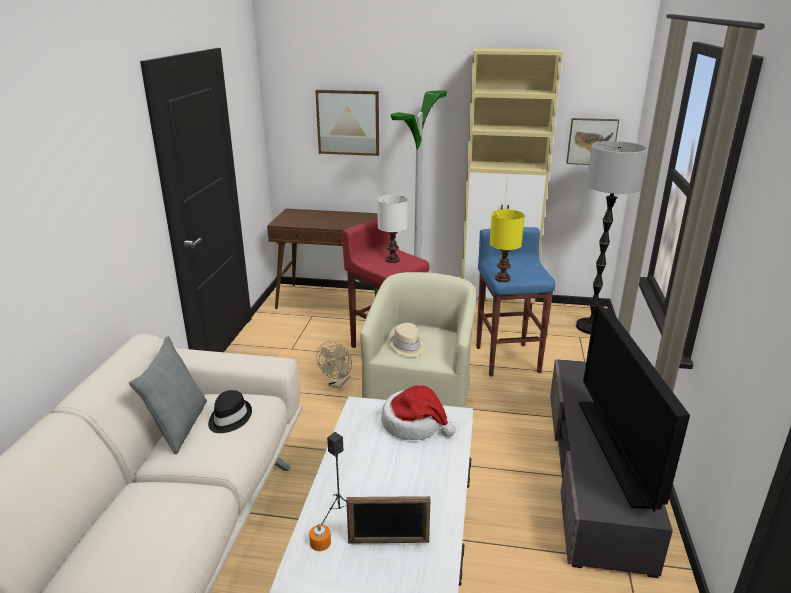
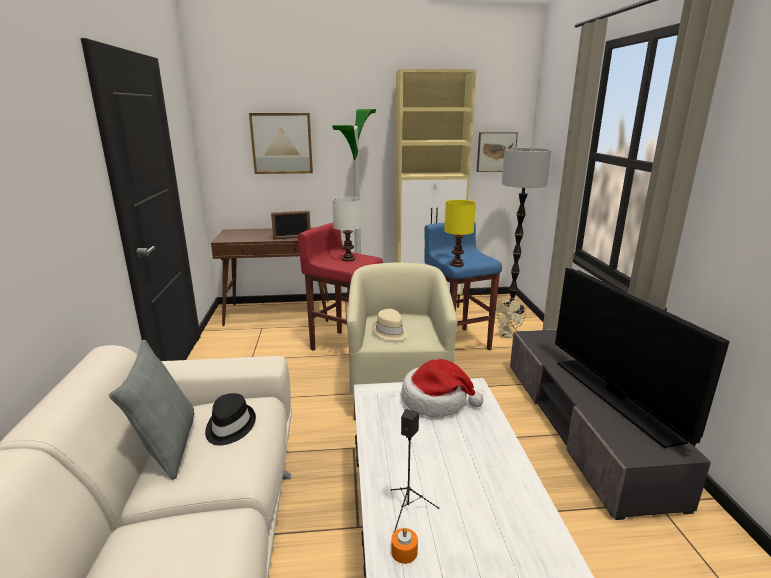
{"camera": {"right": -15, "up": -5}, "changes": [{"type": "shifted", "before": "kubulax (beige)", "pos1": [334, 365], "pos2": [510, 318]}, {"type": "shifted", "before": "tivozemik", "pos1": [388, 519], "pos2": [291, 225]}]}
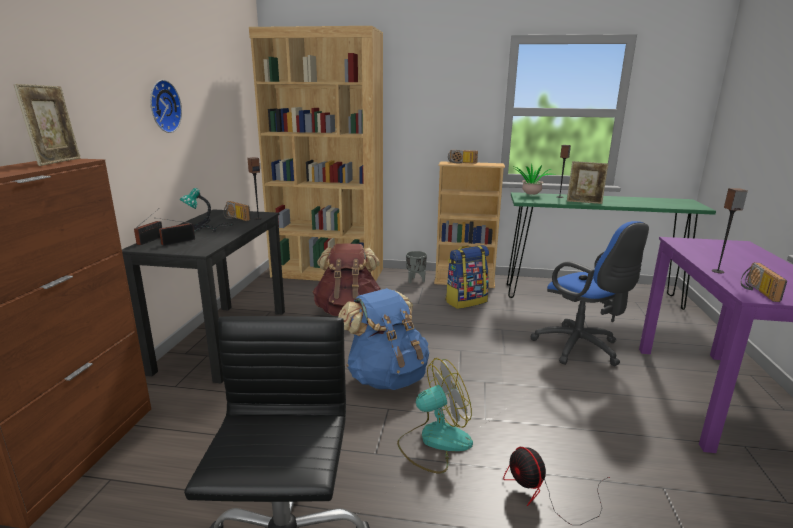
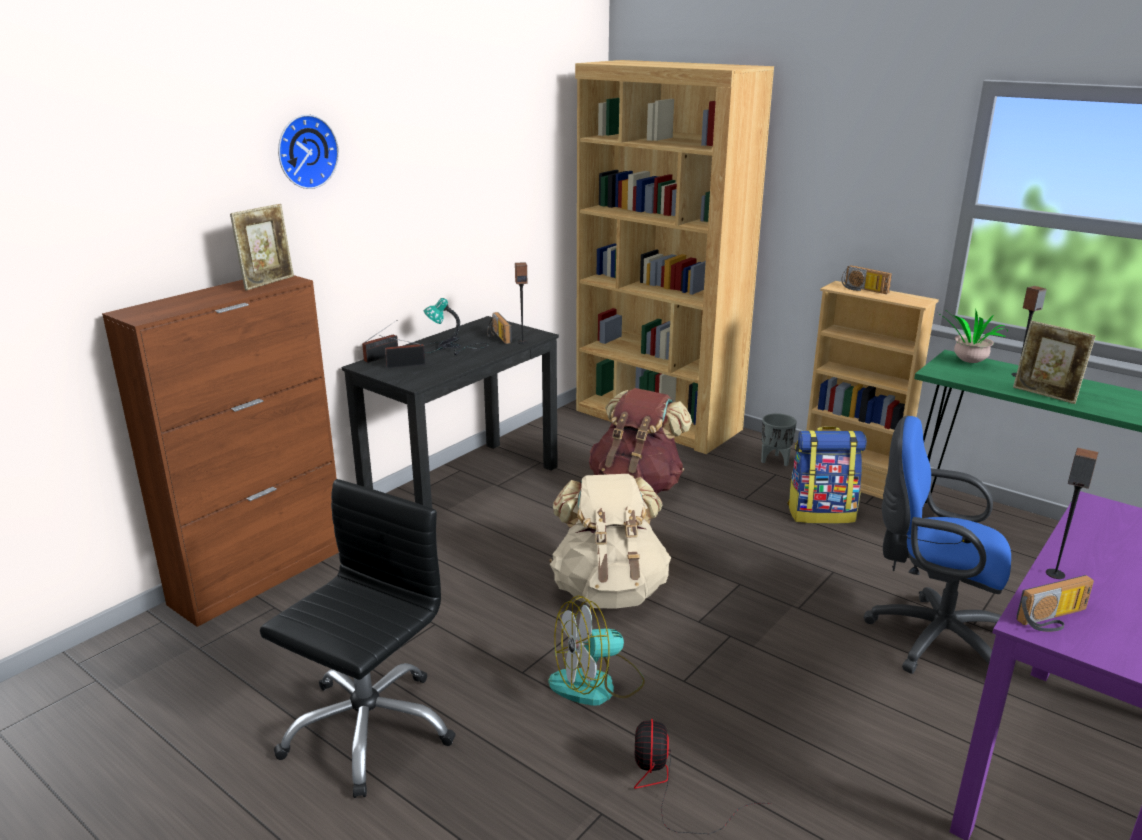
{"camera": {"right": 30, "up": 5}, "changes": [{"type": "shifted", "before": "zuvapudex", "pos1": [166, 106], "pos2": [308, 152]}, {"type": "rotated", "before": "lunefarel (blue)", "pos1": [589, 293], "pos2": [937, 544], "turn": 120}, {"type": "rotated", "before": "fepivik", "pos1": [764, 282], "pos2": [1055, 603], "turn": -150}, {"type": "repainted", "before": "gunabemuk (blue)", "after": "gunabemuk (beige)", "pos1": [383, 339], "pos2": [610, 541]}, {"type": "rotated", "before": "kubulax", "pos1": [435, 416], "pos2": [596, 650], "turn": 150}]}
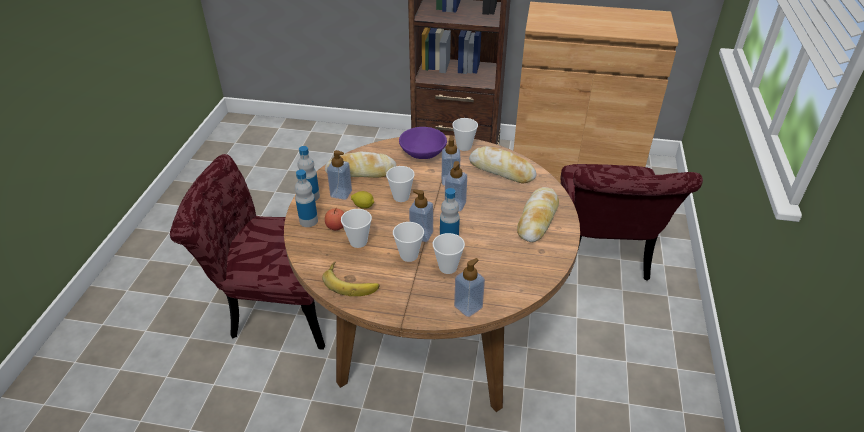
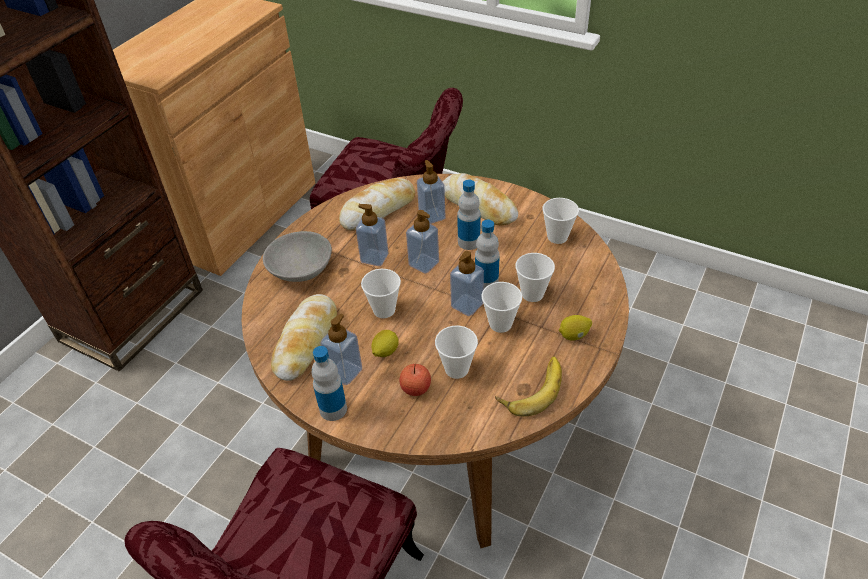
{"camera": {"right": -70, "up": 5}, "changes": [{"type": "shifted", "before": "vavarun", "pos1": [465, 134], "pos2": [560, 221]}, {"type": "repainted", "before": "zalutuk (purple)", "after": "zalutuk (grey)", "pos1": [423, 143], "pos2": [297, 256]}, {"type": "shifted", "before": "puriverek", "pos1": [306, 198], "pos2": [469, 215]}, {"type": "shifted", "before": "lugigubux", "pos1": [469, 287], "pos2": [431, 192]}, {"type": "new", "after": "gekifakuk", "pos2": [575, 328]}]}
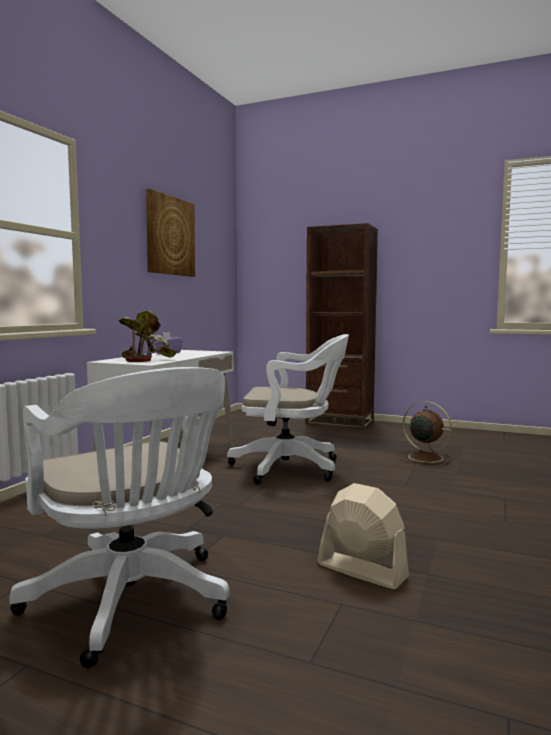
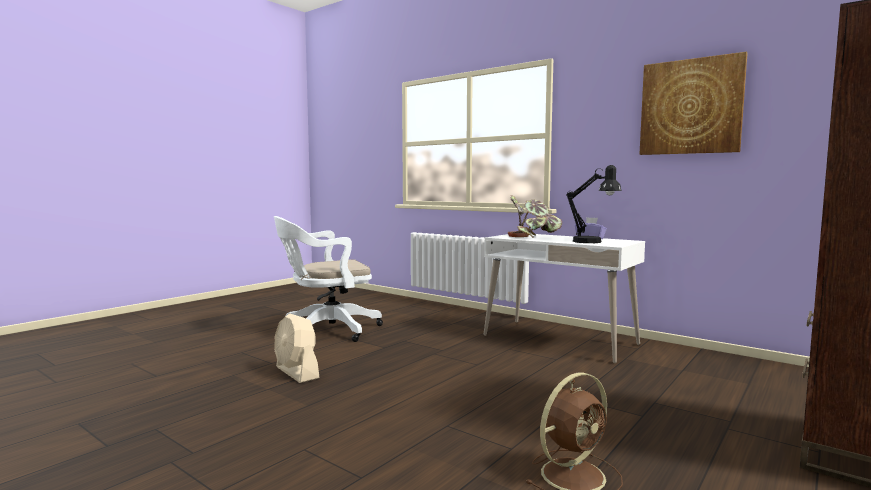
{"camera": {"right": 105, "up": 0}, "changes": [{"type": "gone", "before": "lunefarel (white)", "pos1": [288, 409]}, {"type": "rotated", "before": "kubulax (beige)", "pos1": [363, 536], "pos2": [296, 348], "turn": 90}, {"type": "new", "after": "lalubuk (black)", "pos2": [593, 204]}]}
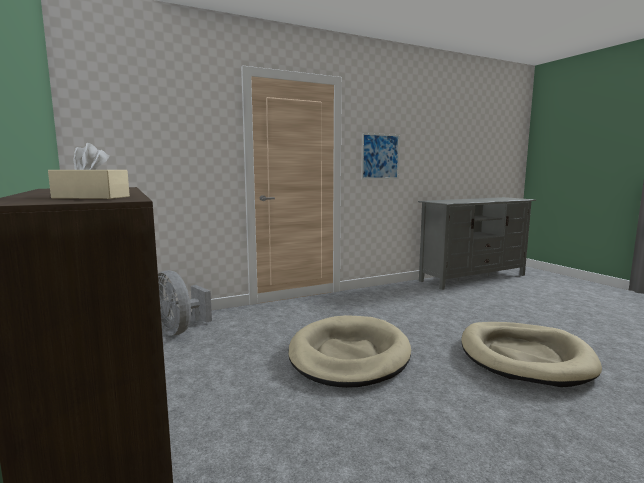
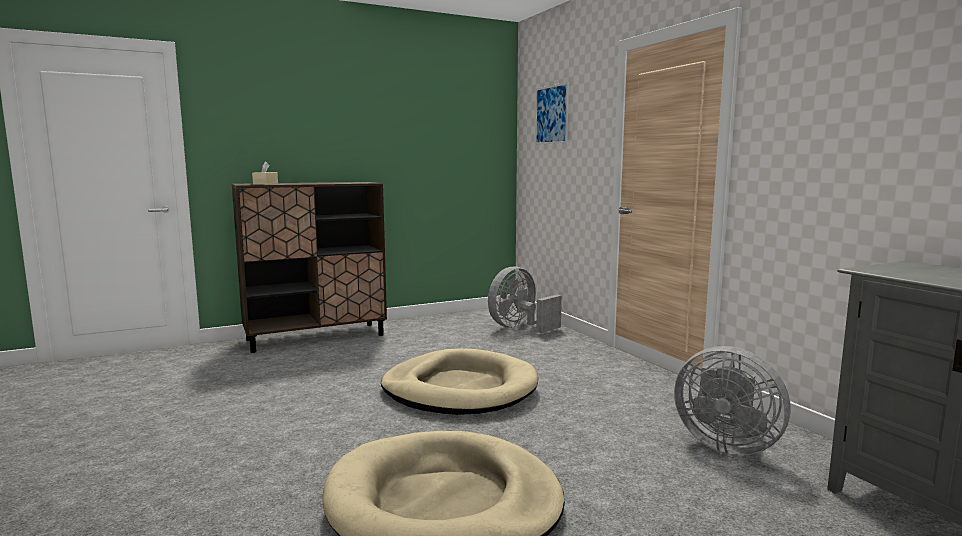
{"camera": {"right": 90, "up": 0}, "changes": [{"type": "shifted", "before": "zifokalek", "pos1": [380, 156], "pos2": [552, 113]}, {"type": "new", "after": "kubulax (grey)", "pos2": [732, 401]}]}
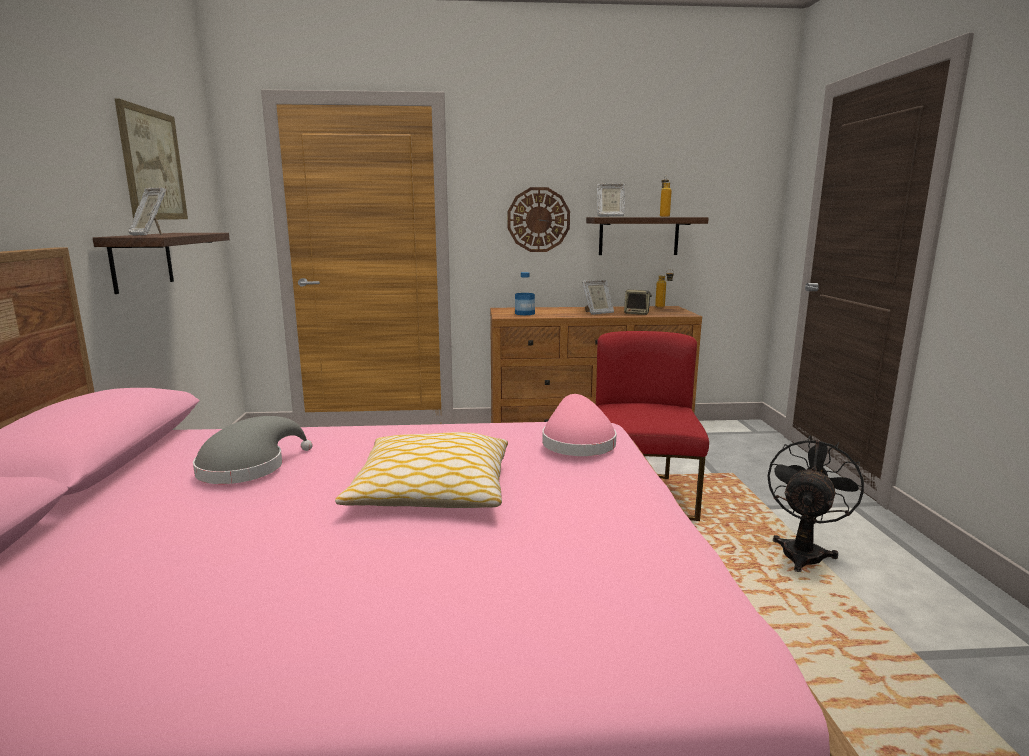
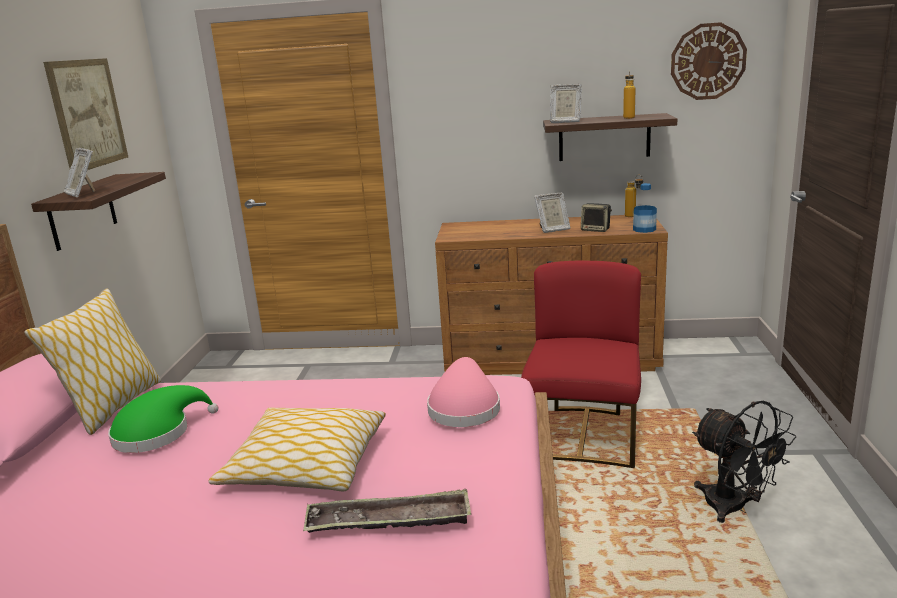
{"camera": {"right": 10, "up": 5}, "changes": [{"type": "shifted", "before": "zuvapudex", "pos1": [538, 219], "pos2": [709, 61]}, {"type": "shifted", "before": "puriverek", "pos1": [525, 293], "pos2": [645, 208]}, {"type": "repainted", "before": "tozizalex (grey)", "after": "tozizalex (green)", "pos1": [253, 450], "pos2": [163, 419]}, {"type": "rotated", "before": "kubulax (black)", "pos1": [816, 504], "pos2": [744, 461], "turn": 105}, {"type": "new", "after": "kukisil", "pos2": [92, 362]}, {"type": "new", "after": "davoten", "pos2": [387, 511]}]}
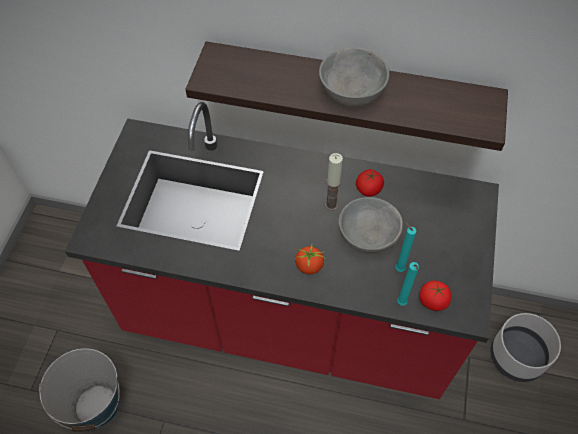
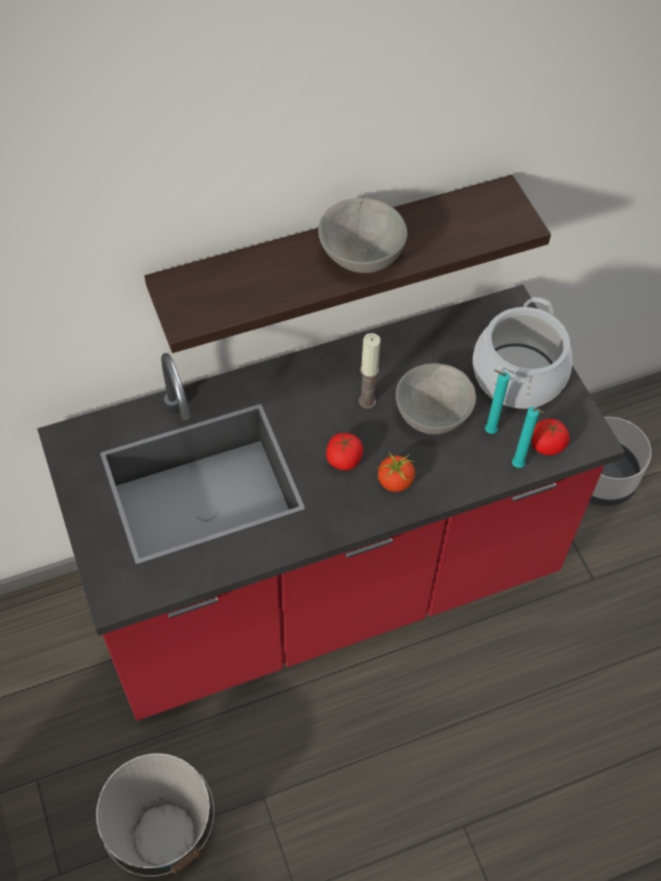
{"camera": {"right": -35, "up": 0}, "changes": [{"type": "shifted", "before": "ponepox", "pos1": [370, 183], "pos2": [344, 451]}, {"type": "new", "after": "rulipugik", "pos2": [522, 353]}]}
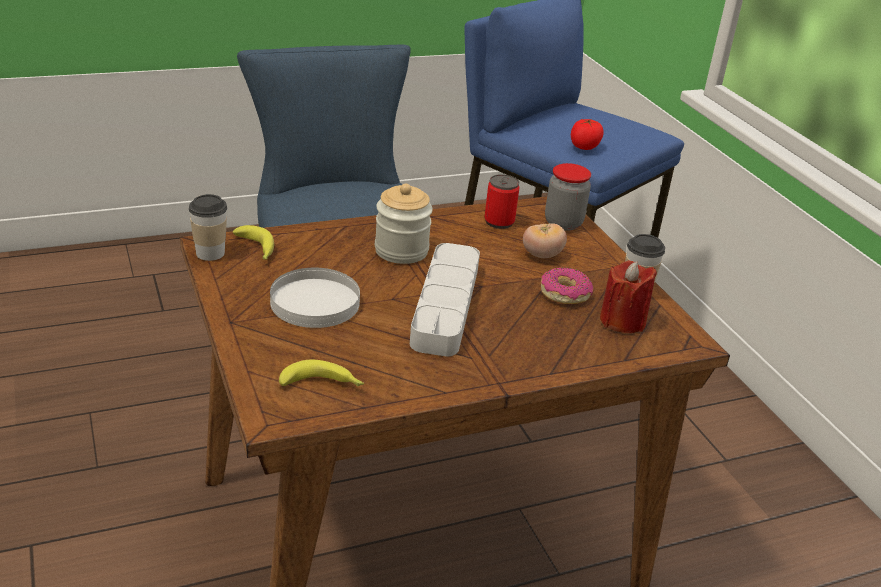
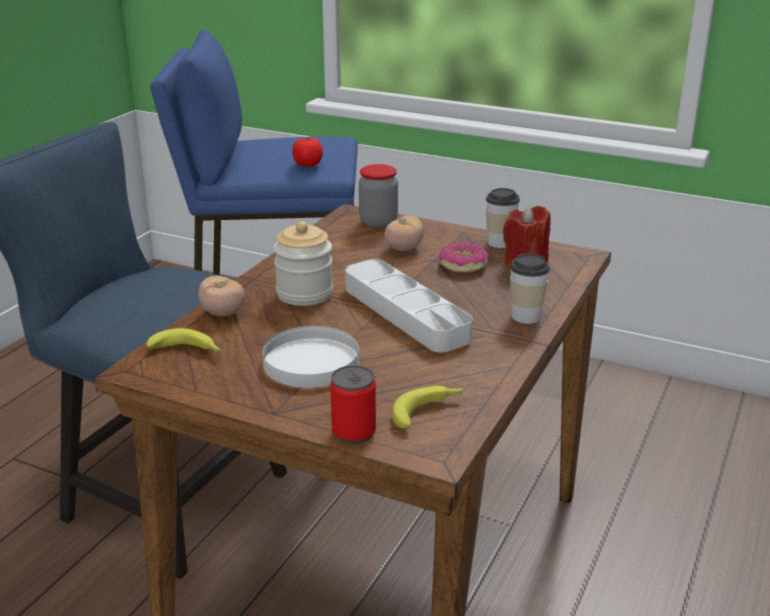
{"camera": {"right": -40, "up": -5}, "changes": [{"type": "shifted", "before": "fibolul", "pos1": [502, 201], "pos2": [353, 404]}, {"type": "shifted", "before": "vavarun", "pos1": [208, 227], "pos2": [530, 288]}, {"type": "new", "after": "ponepox", "pos2": [221, 296]}]}
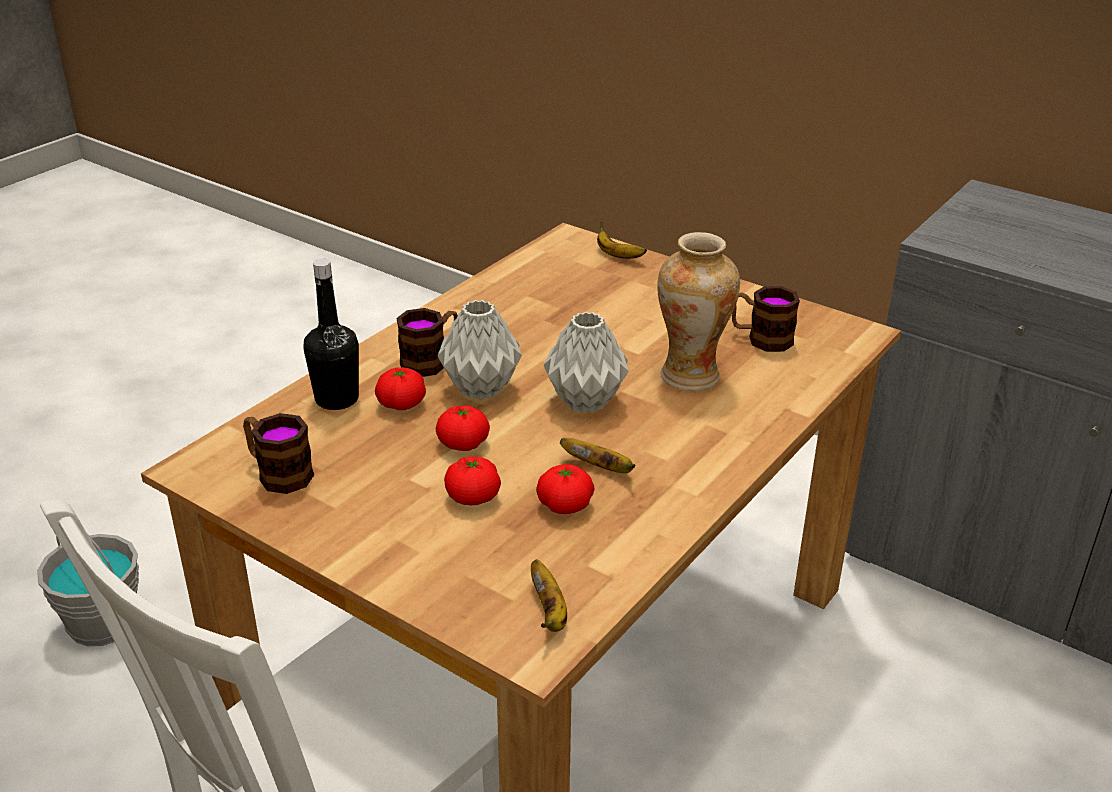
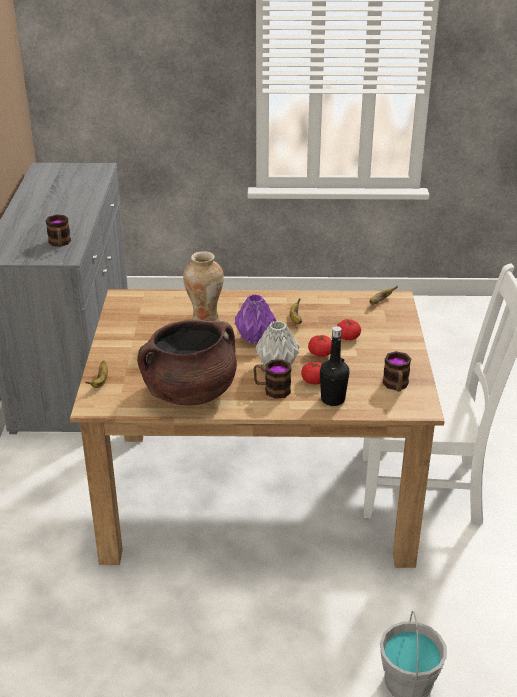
{"camera": {"right": -125, "up": 0}, "changes": [{"type": "shifted", "before": "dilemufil", "pos1": [766, 319], "pos2": [58, 231]}, {"type": "repainted", "before": "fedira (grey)", "after": "fedira (purple)", "pos1": [586, 362], "pos2": [255, 319]}, {"type": "gone", "before": "ponepox", "pos1": [565, 489]}, {"type": "new", "after": "rulipugik (brown)", "pos2": [187, 362]}]}
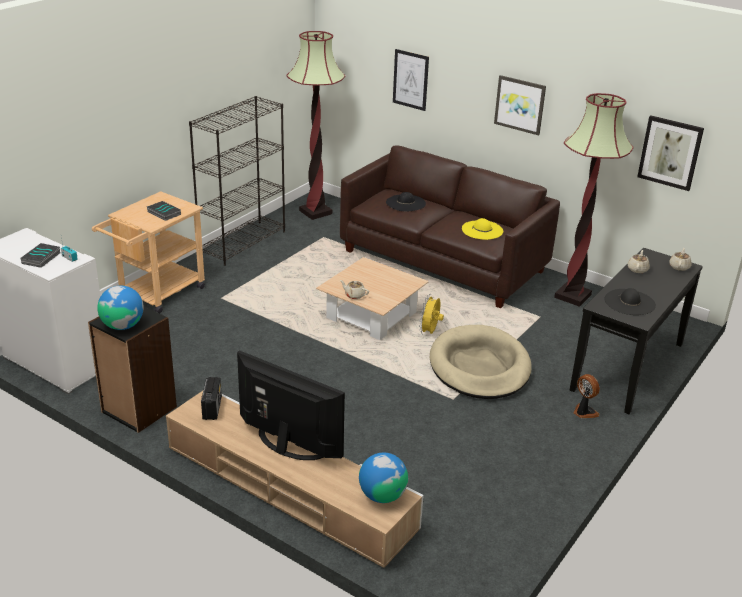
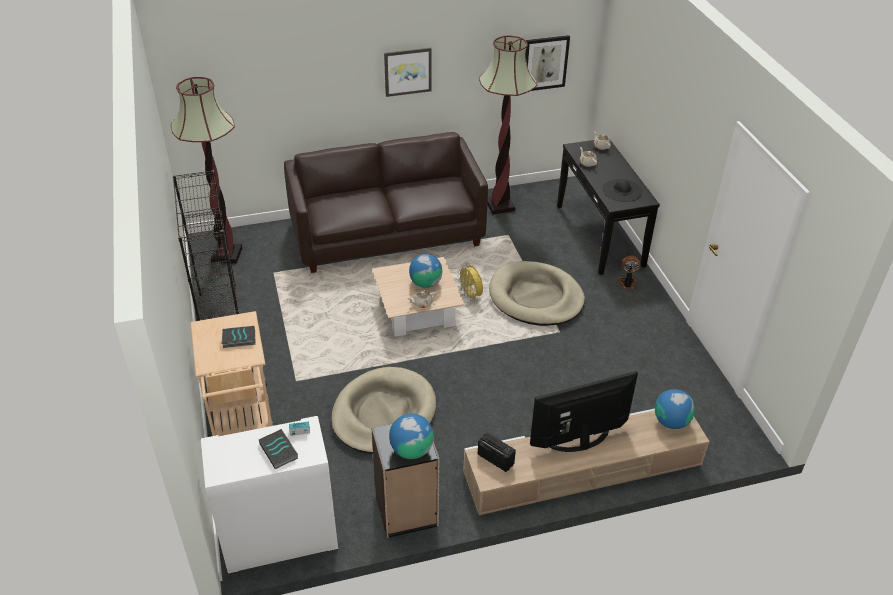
{"camera": {"right": -50, "up": 10}, "changes": [{"type": "gone", "before": "zifokalek", "pos1": [411, 80]}, {"type": "gone", "before": "tozizalex (black)", "pos1": [406, 202]}, {"type": "gone", "before": "tozizalex (yellow)", "pos1": [482, 229]}, {"type": "new", "after": "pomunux", "pos2": [425, 271]}, {"type": "new", "after": "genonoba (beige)", "pos2": [383, 410]}]}
